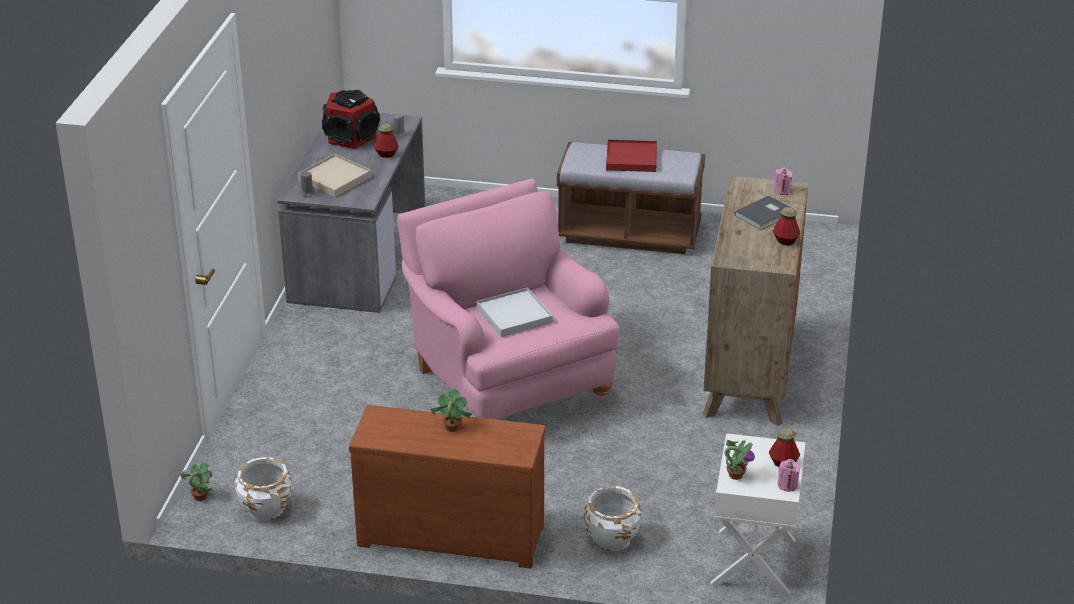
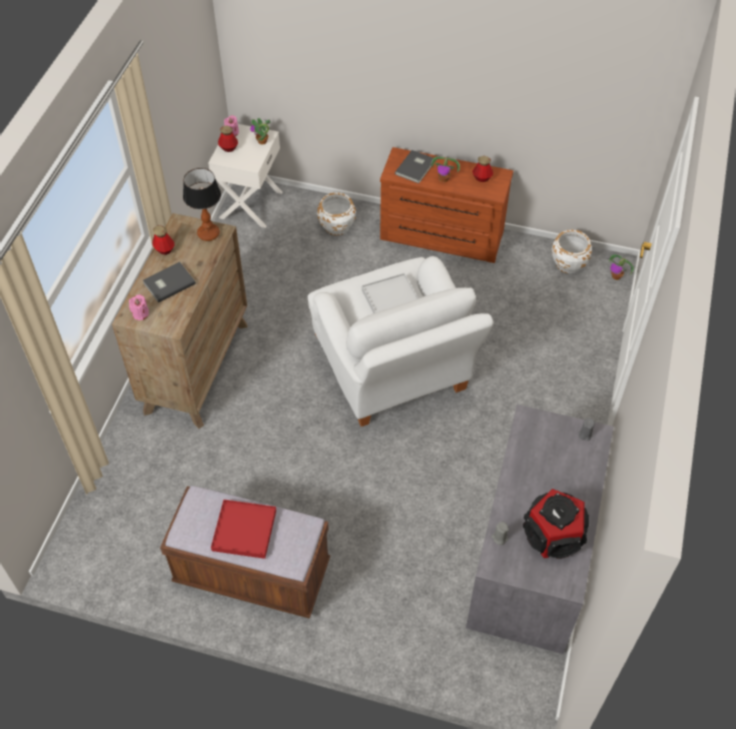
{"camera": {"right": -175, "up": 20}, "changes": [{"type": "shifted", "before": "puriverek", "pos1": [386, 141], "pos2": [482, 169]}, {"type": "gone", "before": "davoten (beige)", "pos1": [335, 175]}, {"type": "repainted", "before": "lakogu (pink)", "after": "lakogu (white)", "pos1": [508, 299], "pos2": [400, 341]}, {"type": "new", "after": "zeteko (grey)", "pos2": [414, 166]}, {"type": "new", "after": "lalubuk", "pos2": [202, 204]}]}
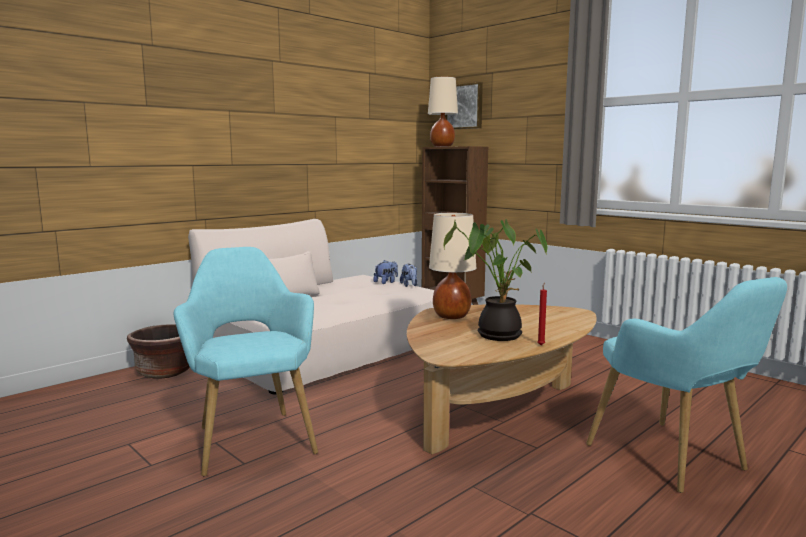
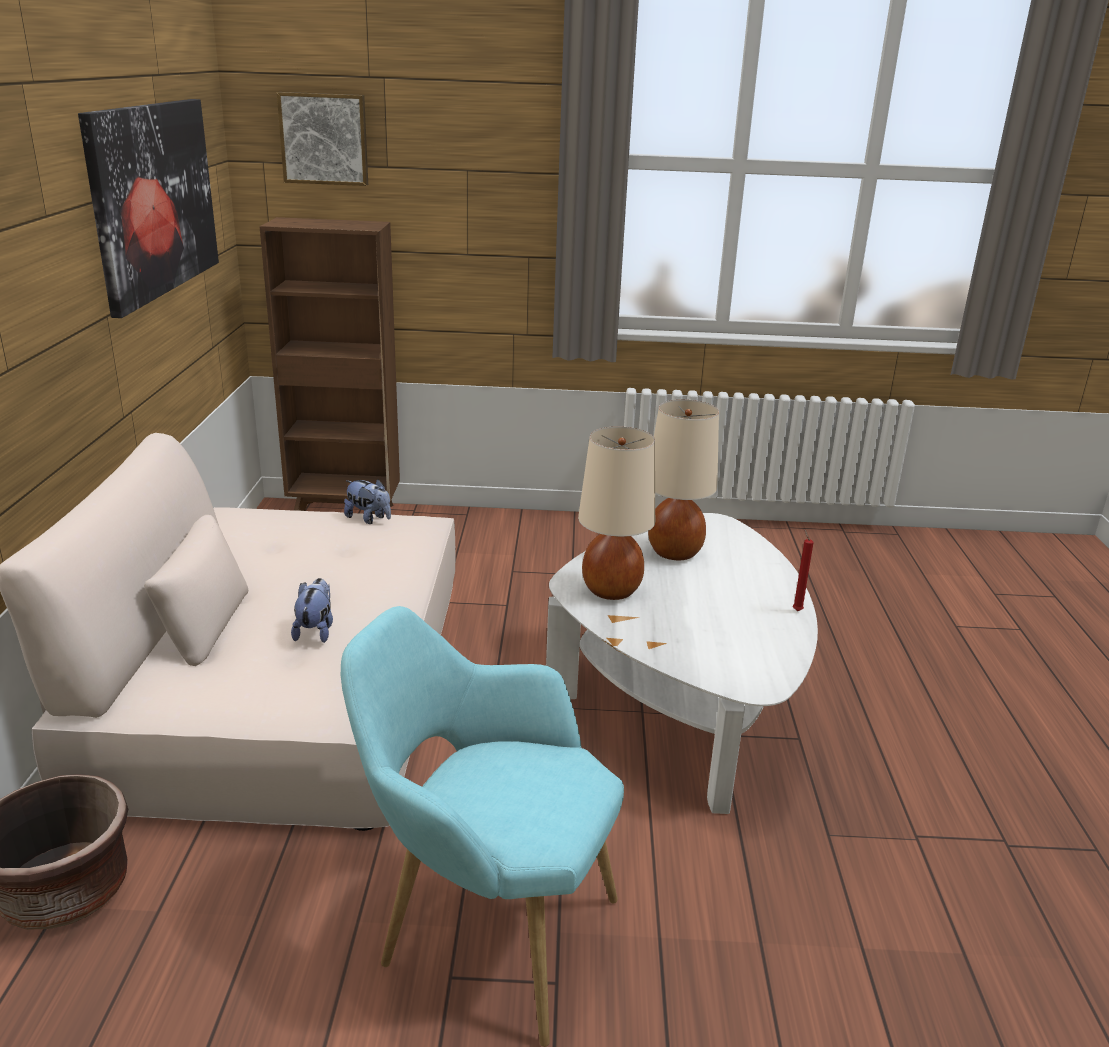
{"camera": {"right": -45, "up": 15}, "changes": [{"type": "shifted", "before": "lalubuk (beige)", "pos1": [443, 112], "pos2": [683, 479]}, {"type": "gone", "before": "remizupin", "pos1": [496, 280]}, {"type": "shifted", "before": "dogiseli", "pos1": [385, 272], "pos2": [312, 610]}, {"type": "gone", "before": "lakogu (turquoise)", "pos1": [686, 385]}, {"type": "repainted", "before": "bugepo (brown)", "after": "bugepo (white)", "pos1": [502, 379], "pos2": [682, 663]}, {"type": "new", "after": "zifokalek", "pos2": [148, 208]}]}
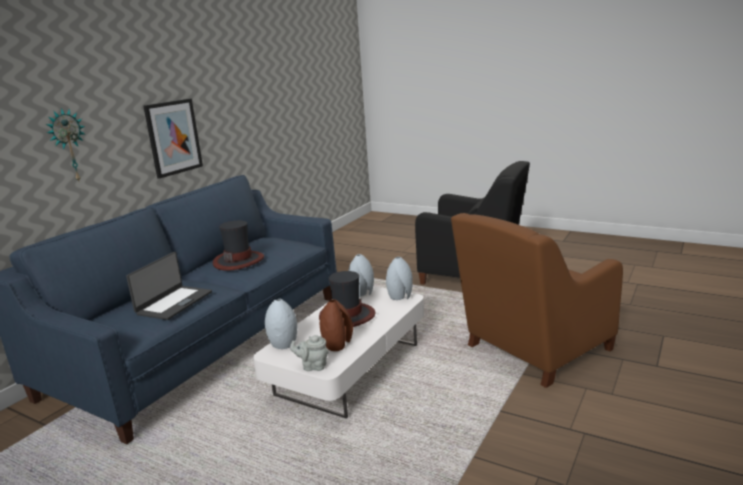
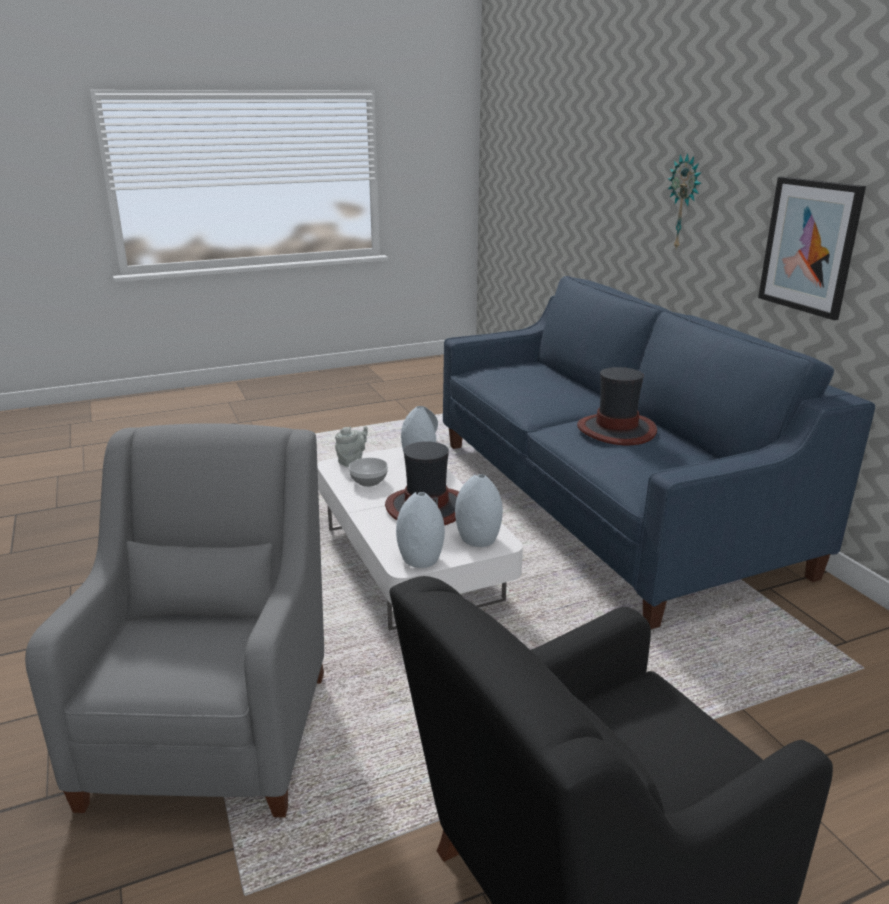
{"camera": {"right": 125, "up": 5}, "changes": [{"type": "repainted", "before": "lakogu (brown)", "after": "lakogu (grey)", "pos1": [537, 300], "pos2": [174, 620]}, {"type": "gone", "before": "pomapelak", "pos1": [169, 286]}, {"type": "swapped", "before": "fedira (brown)", "after": "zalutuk", "pos1": [336, 325], "pos2": [368, 472]}]}
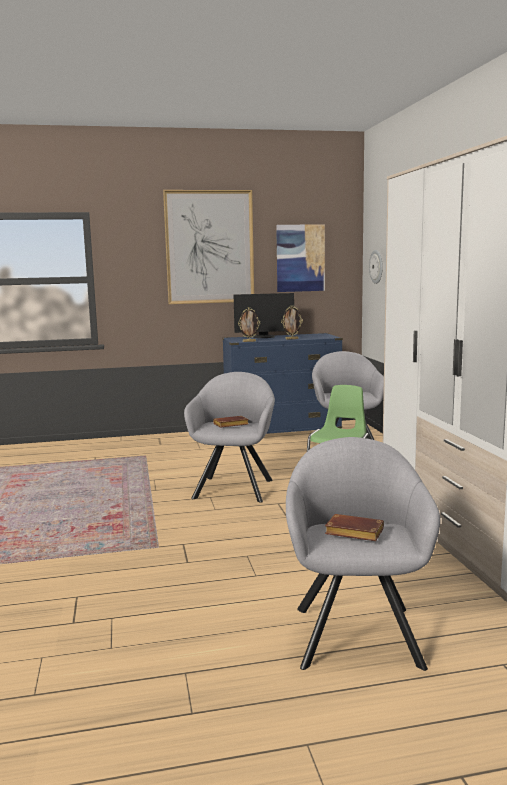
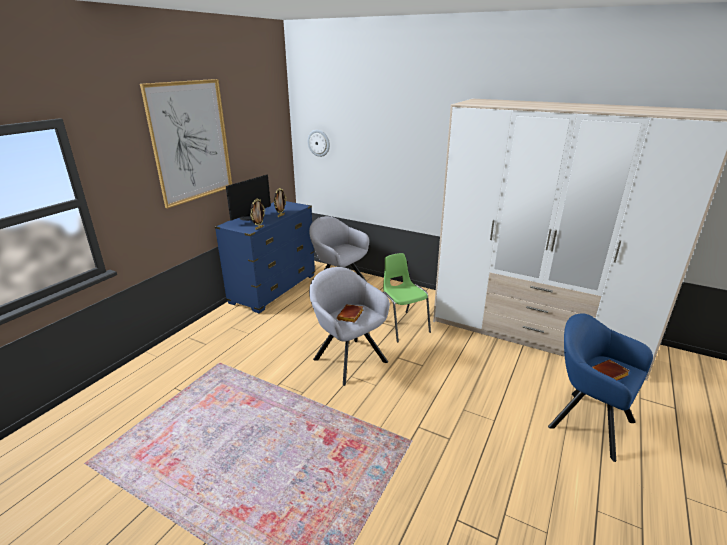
{"camera": {"right": -50, "up": 15}, "changes": [{"type": "gone", "before": "zifokalek", "pos1": [300, 258]}, {"type": "repainted", "before": "lakogu (grey)", "after": "lakogu (blue)", "pos1": [363, 554], "pos2": [600, 387]}]}
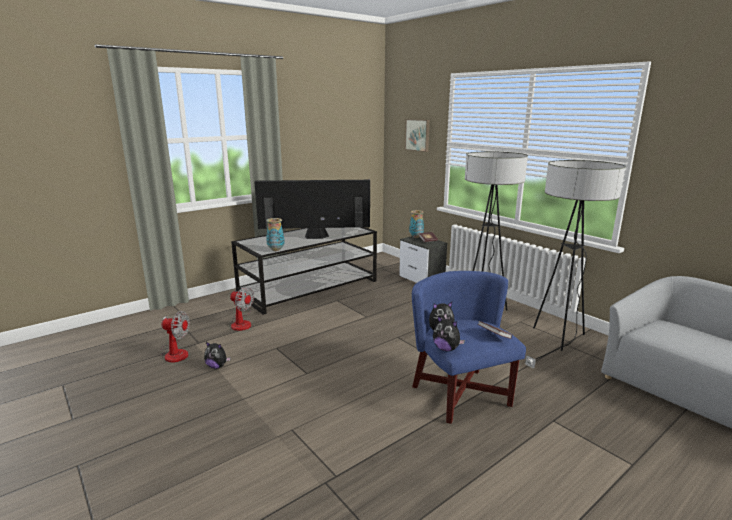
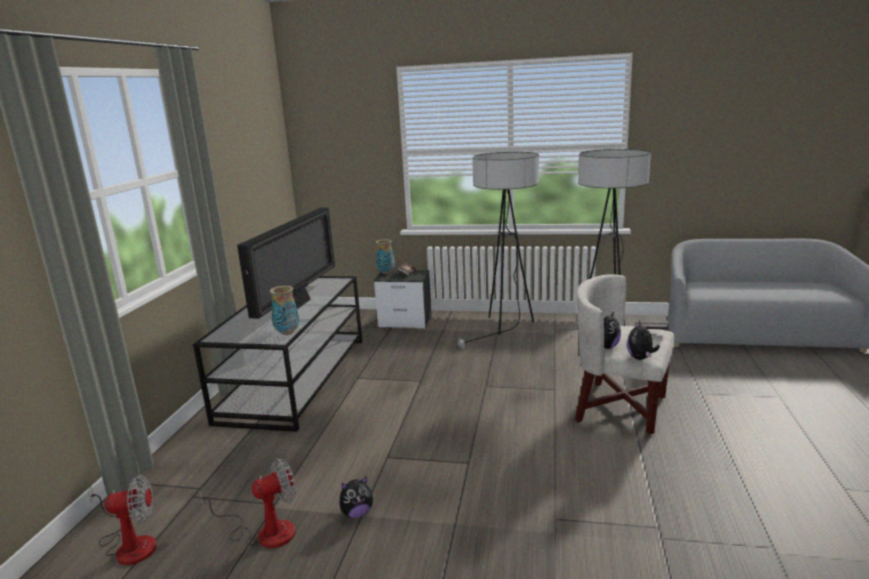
{"camera": {"right": -40, "up": 0}, "changes": [{"type": "gone", "before": "zifokalek", "pos1": [417, 135]}, {"type": "rotated", "before": "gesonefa", "pos1": [312, 209], "pos2": [286, 263], "turn": 150}, {"type": "repainted", "before": "lakogu (blue)", "after": "lakogu (white)", "pos1": [469, 347], "pos2": [625, 354]}, {"type": "shifted", "before": "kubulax", "pos1": [242, 309], "pos2": [122, 520]}, {"type": "rotated", "before": "dogiseli", "pos1": [449, 334], "pos2": [643, 340], "turn": 105}]}
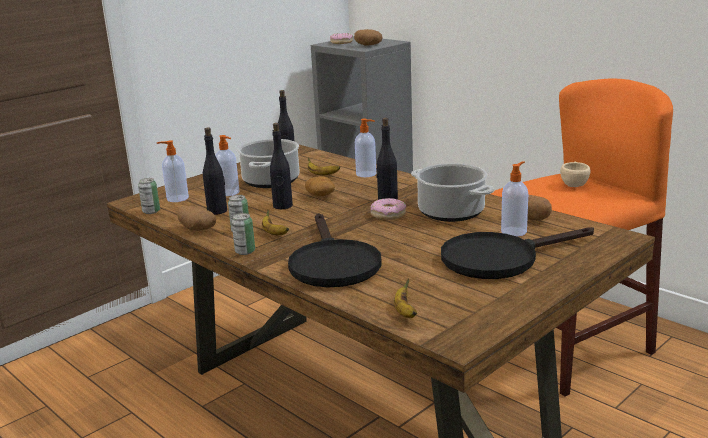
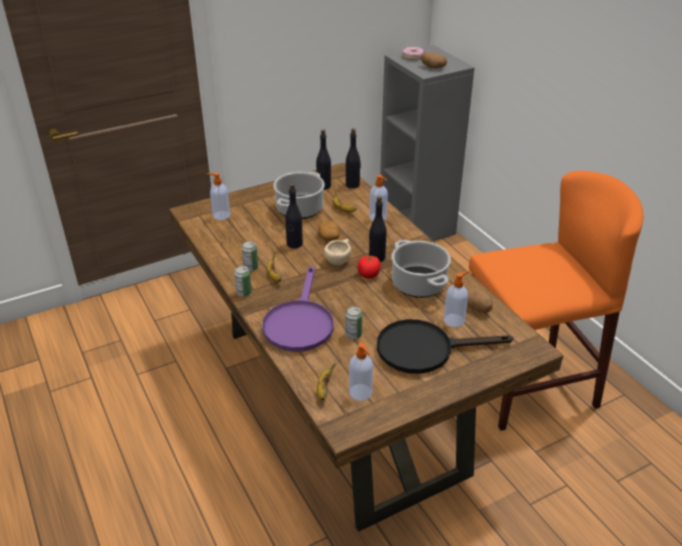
{"camera": {"right": 15, "up": 15}, "changes": [{"type": "shifted", "before": "puriverek (black)", "pos1": [215, 171], "pos2": [353, 158]}, {"type": "shifted", "before": "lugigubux", "pos1": [227, 165], "pos2": [361, 372]}, {"type": "shifted", "before": "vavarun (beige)", "pos1": [575, 174], "pos2": [337, 252]}, {"type": "shifted", "before": "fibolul", "pos1": [149, 196], "pos2": [353, 322]}, {"type": "swapped", "before": "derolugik", "after": "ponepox", "pos1": [388, 209], "pos2": [369, 267]}, {"type": "gone", "before": "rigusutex", "pos1": [196, 218]}, {"type": "repainted", "before": "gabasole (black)", "after": "gabasole (purple)", "pos1": [335, 250], "pos2": [298, 309]}]}
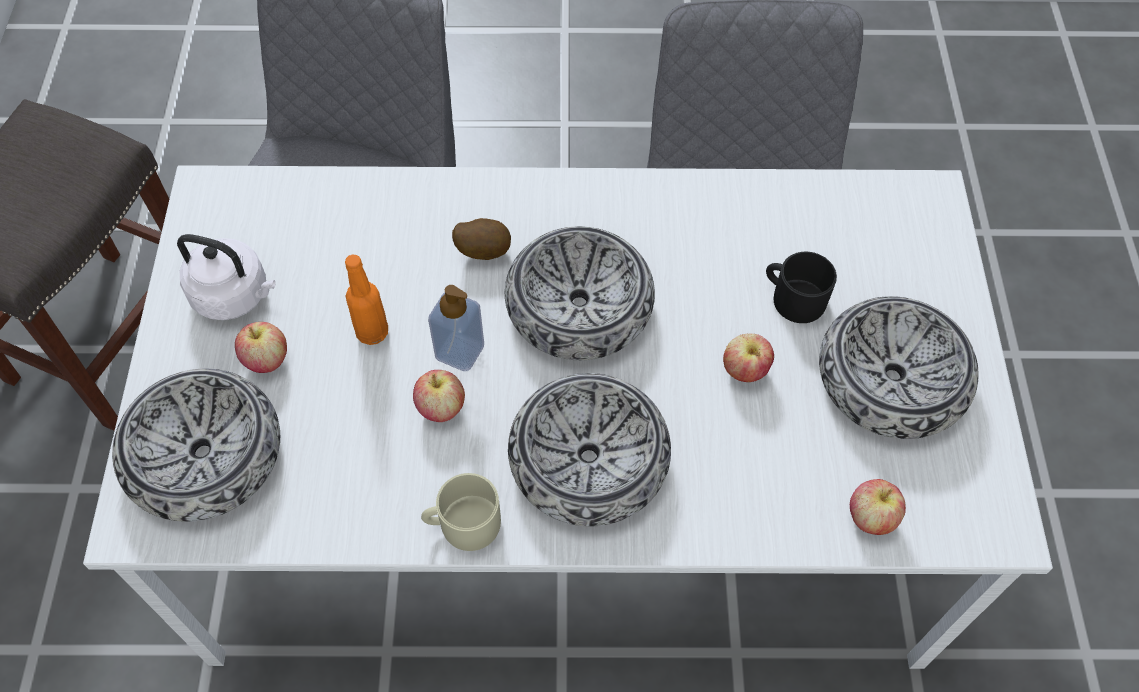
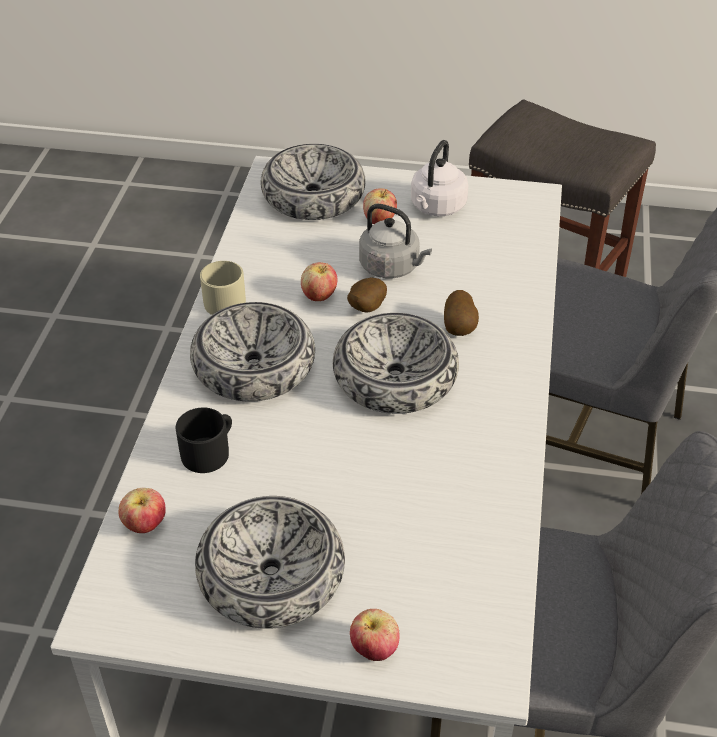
{"camera": {"right": 100, "up": -15}, "changes": [{"type": "shifted", "before": "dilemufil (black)", "pos1": [801, 287], "pos2": [204, 440]}, {"type": "swapped", "before": "puriverek (orange)", "after": "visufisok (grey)", "pos1": [366, 300], "pos2": [395, 241]}, {"type": "swapped", "before": "lugigubux", "after": "rigusutex", "pos1": [456, 328], "pos2": [367, 295]}, {"type": "shifted", "before": "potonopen", "pos1": [748, 358], "pos2": [374, 635]}]}
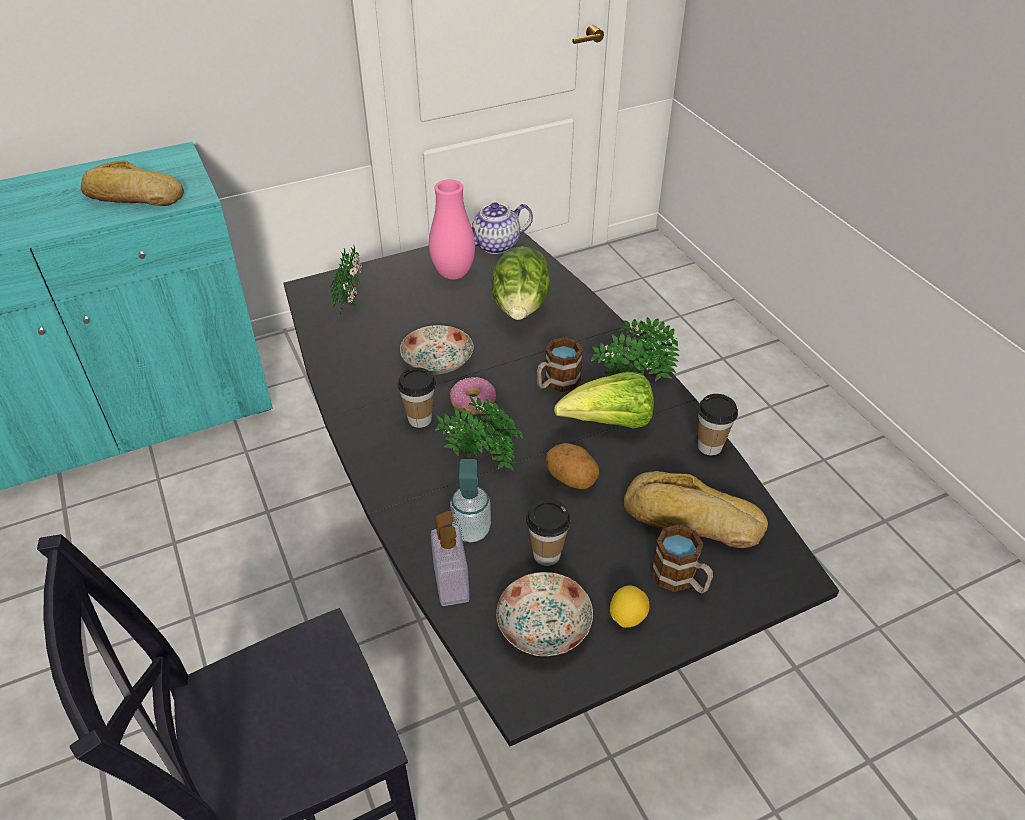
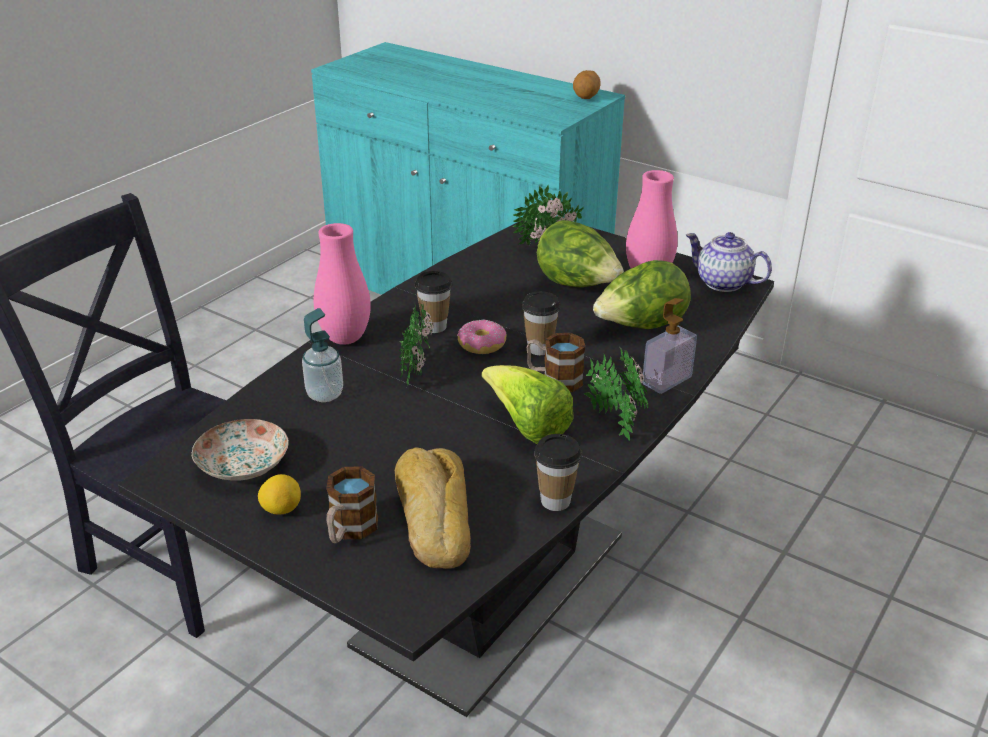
{"camera": {"right": 60, "up": -10}, "changes": [{"type": "gone", "before": "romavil", "pos1": [132, 183]}, {"type": "gone", "before": "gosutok", "pos1": [437, 349]}, {"type": "shifted", "before": "rigusutex", "pos1": [572, 466], "pos2": [587, 84]}, {"type": "shifted", "before": "vavarun", "pos1": [548, 532], "pos2": [541, 323]}, {"type": "shifted", "before": "lugigubux", "pos1": [450, 558], "pos2": [670, 346]}, {"type": "new", "after": "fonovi", "pos2": [580, 253]}, {"type": "new", "after": "fedira (pink)", "pos2": [342, 284]}]}
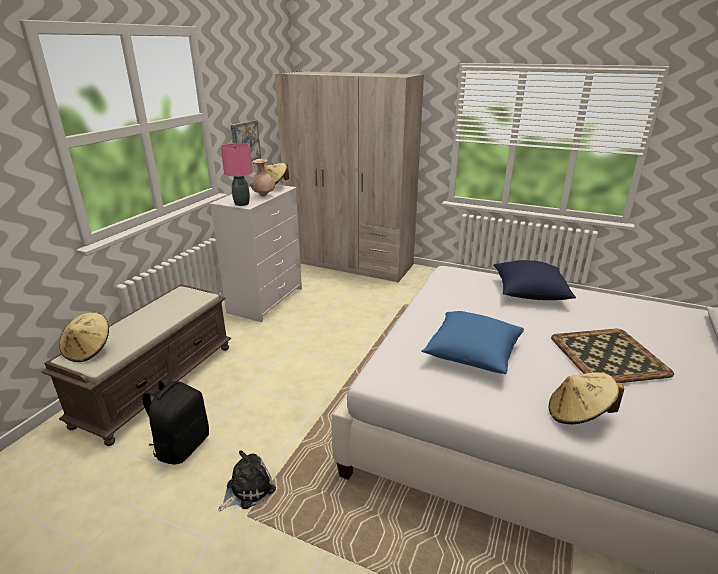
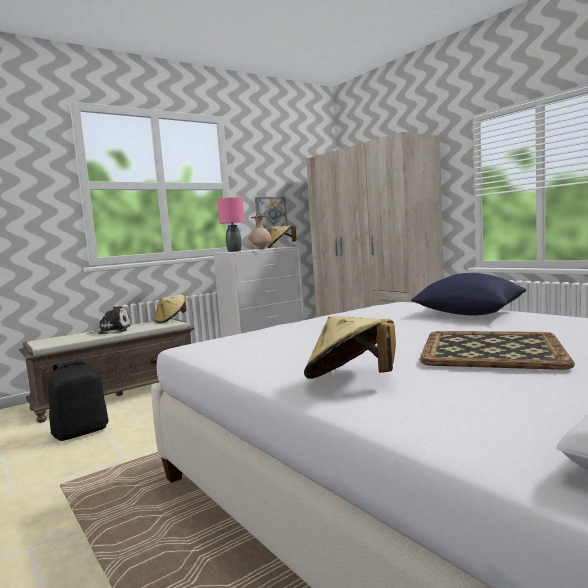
{"camera": {"right": 30, "up": -20}, "changes": [{"type": "gone", "before": "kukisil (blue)", "pos1": [472, 342]}, {"type": "shifted", "before": "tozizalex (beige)", "pos1": [84, 337], "pos2": [170, 309]}, {"type": "shifted", "before": "dogiseli", "pos1": [247, 480], "pos2": [109, 320]}]}
